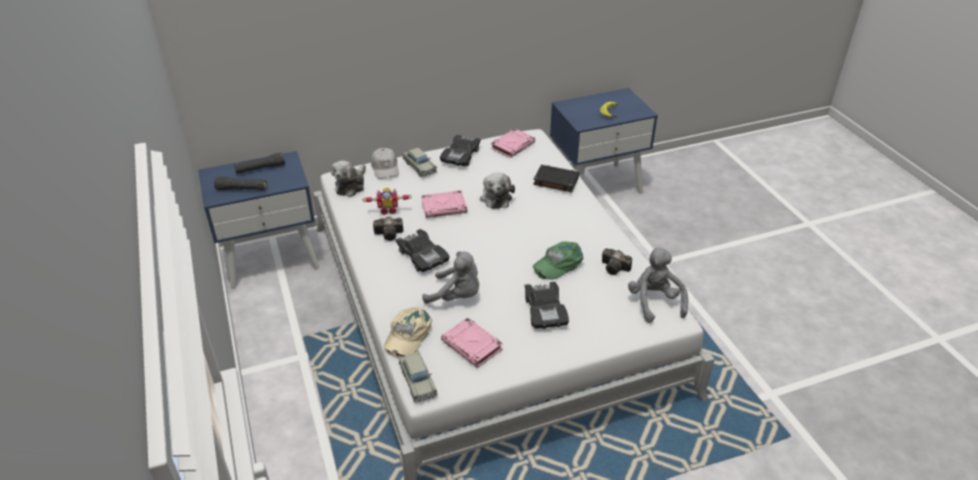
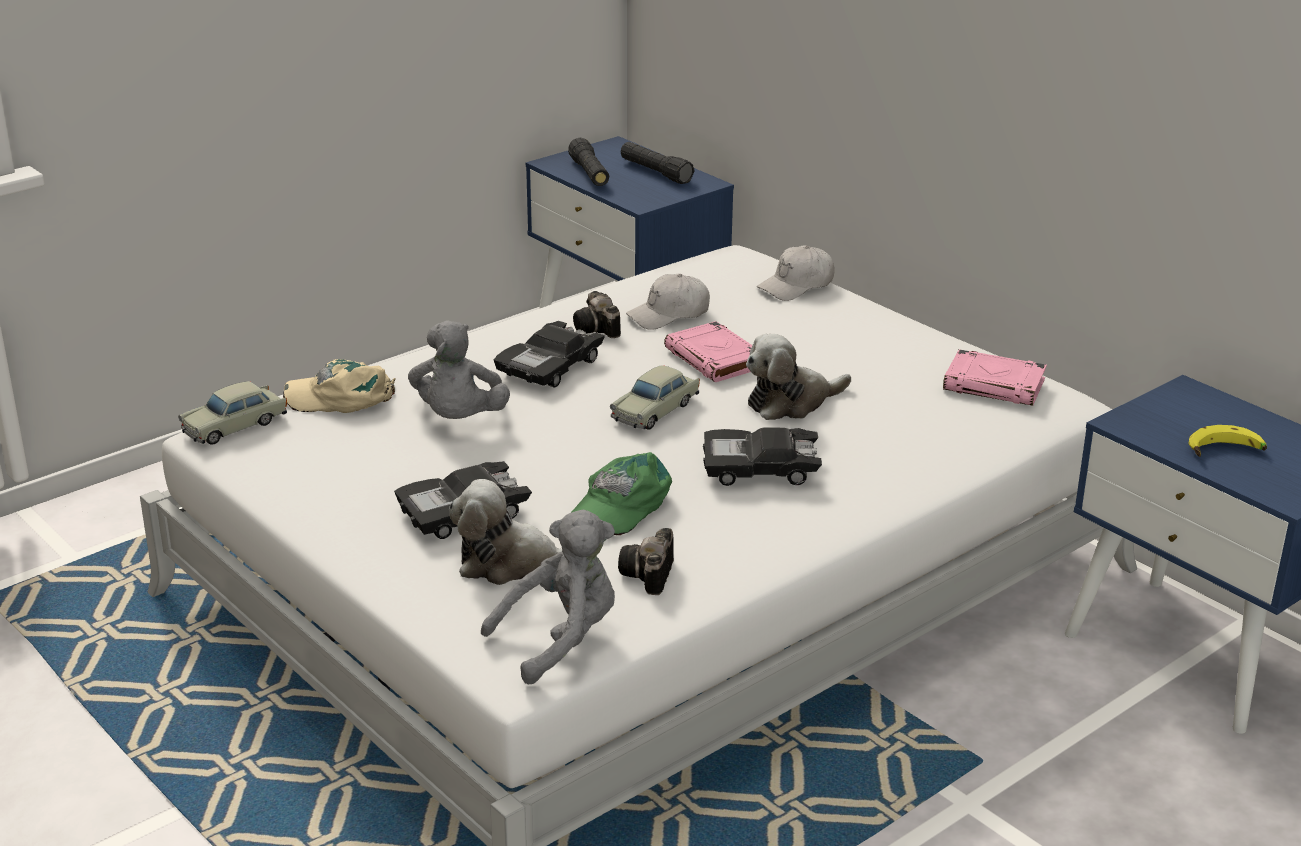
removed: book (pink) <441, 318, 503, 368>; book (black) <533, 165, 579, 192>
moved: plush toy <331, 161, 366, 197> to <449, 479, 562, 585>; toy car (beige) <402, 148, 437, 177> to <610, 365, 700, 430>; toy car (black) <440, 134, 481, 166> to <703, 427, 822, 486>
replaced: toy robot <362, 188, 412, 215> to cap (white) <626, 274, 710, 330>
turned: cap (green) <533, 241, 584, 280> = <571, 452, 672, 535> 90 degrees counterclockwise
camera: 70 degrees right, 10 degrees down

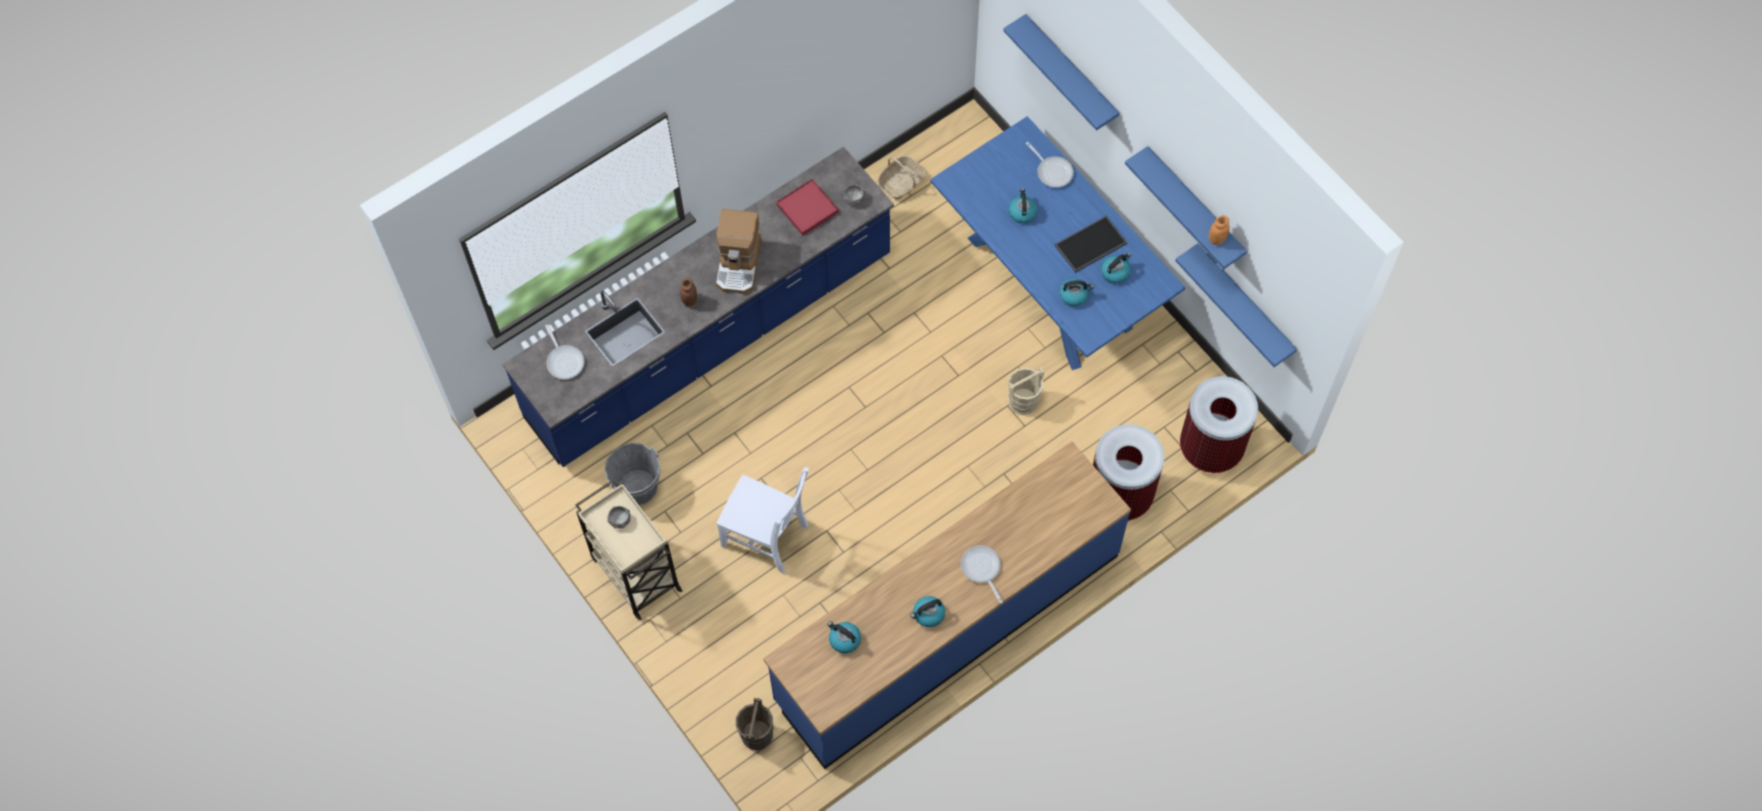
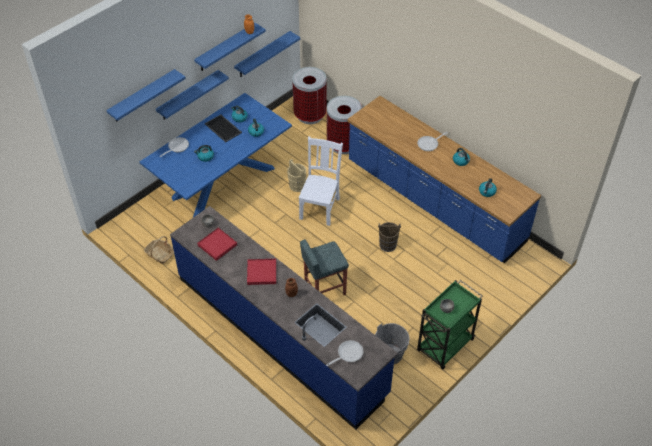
added: shelf (blue) <156, 70, 229, 120>; stool (grey) <300, 239, 349, 295>
moved: chair (white) <716, 467, 809, 573> to <299, 136, 343, 226>; bucket (brown) <736, 698, 773, 750> to <378, 222, 401, 252>
replaced: coffee machine <716, 209, 761, 294> to tray (red) <247, 259, 276, 285>
recoloured: cart (beige) <575, 479, 683, 620> to cart (green) <417, 280, 483, 369>
camera: 100 degrees left, 15 degrees down

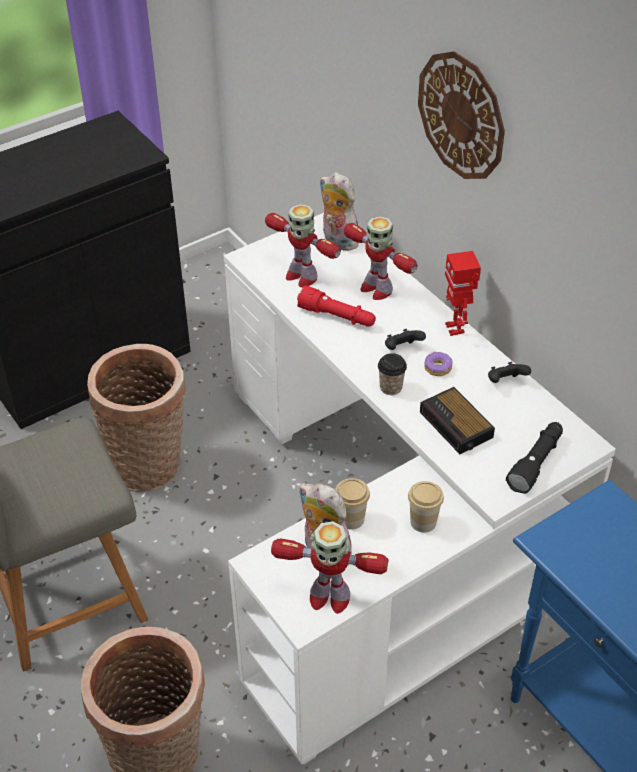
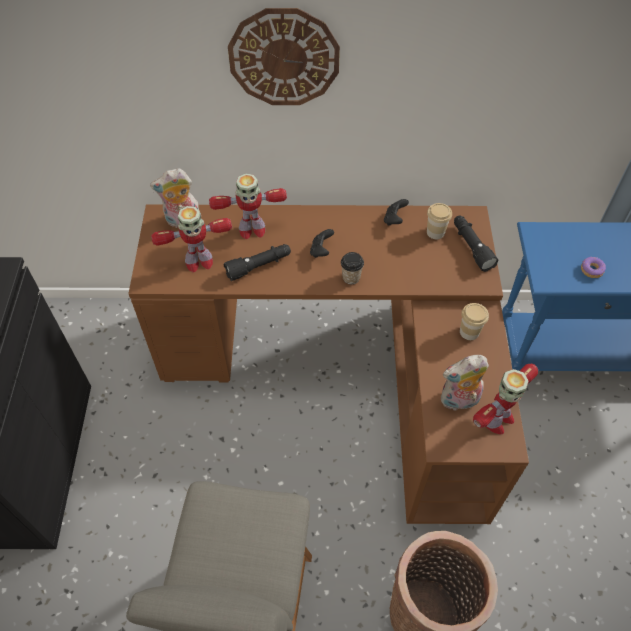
removed: basket <87, 344, 186, 492>; alarm clock <420, 387, 495, 454>; toy robot <445, 251, 481, 336>
moved: cup <335, 478, 370, 530> to <427, 203, 452, 239>; donut <424, 352, 453, 376> to <581, 257, 606, 278>
recoloured: desk (white) <223, 213, 616, 765> to desk (brown) <128, 204, 529, 524>; flashlight (red) <297, 285, 376, 327> to flashlight (black) <223, 244, 291, 281>
camera: 55 degrees left, 10 degrees up

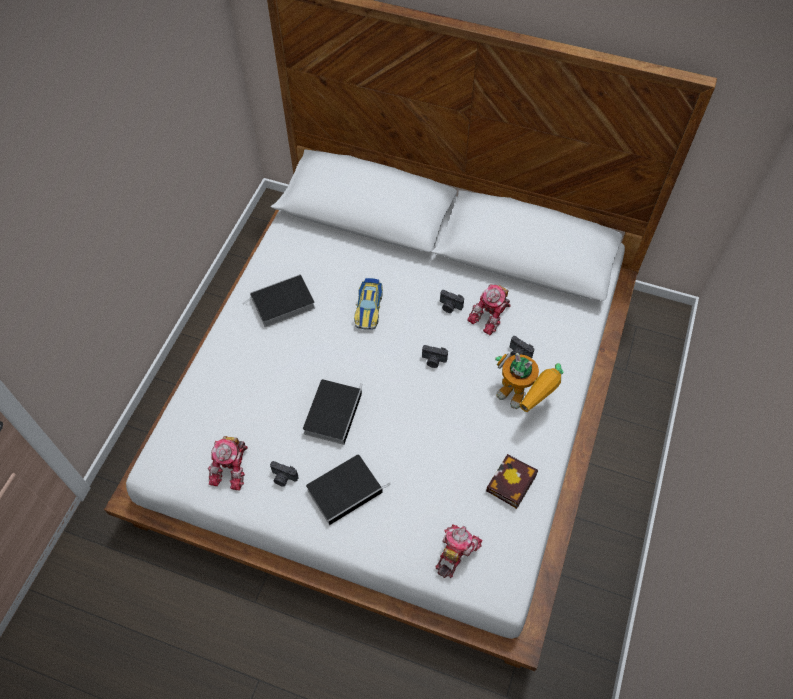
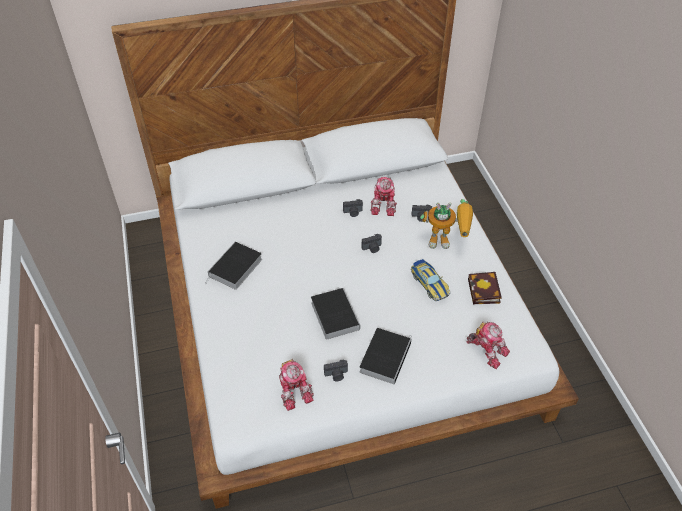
moved: toy car <354, 278, 383, 330> to <411, 259, 450, 301>
turned: toy robot <436, 525, 482, 578> = <467, 322, 510, 369> 135 degrees clockwise
camera: 35 degrees left, 10 degrees down

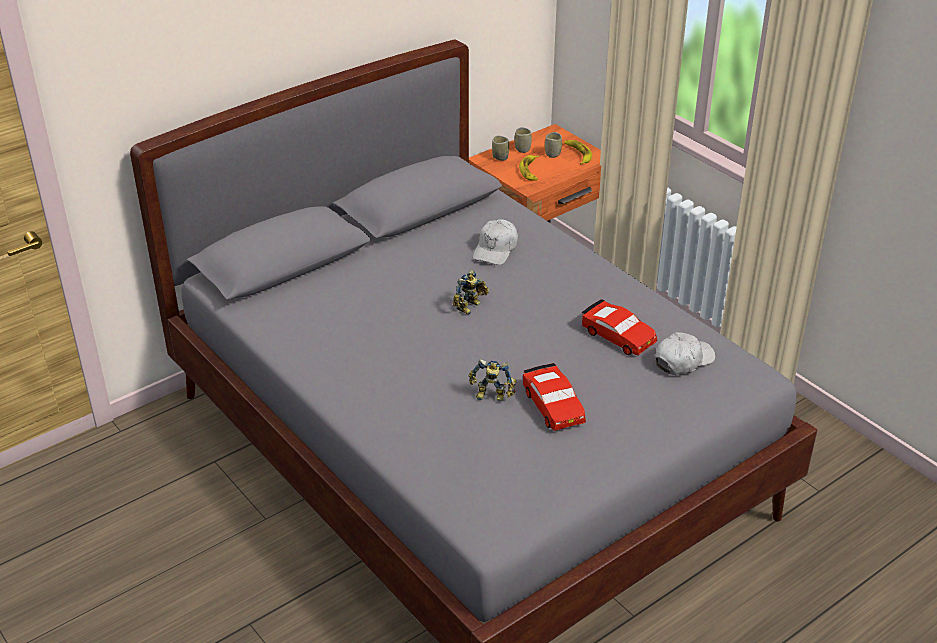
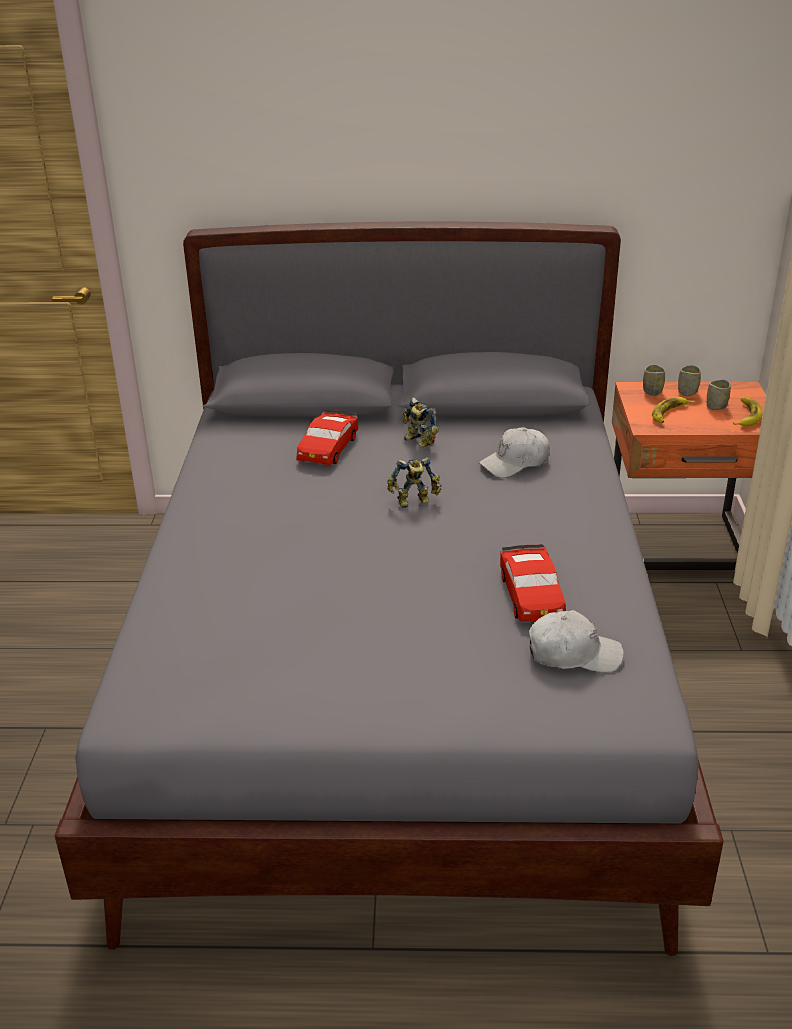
moved: toy robot <469, 359, 516, 401> to <403, 397, 439, 447>; toy car (red) <523, 363, 586, 431> to <296, 410, 358, 465>
camera: 40 degrees right, 5 degrees down

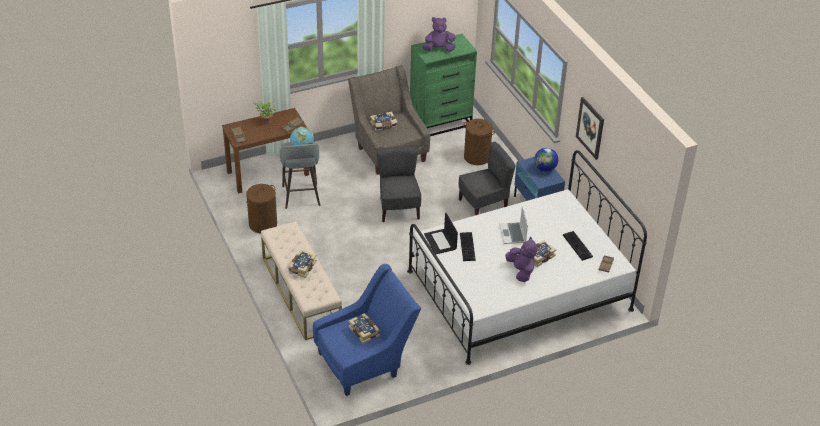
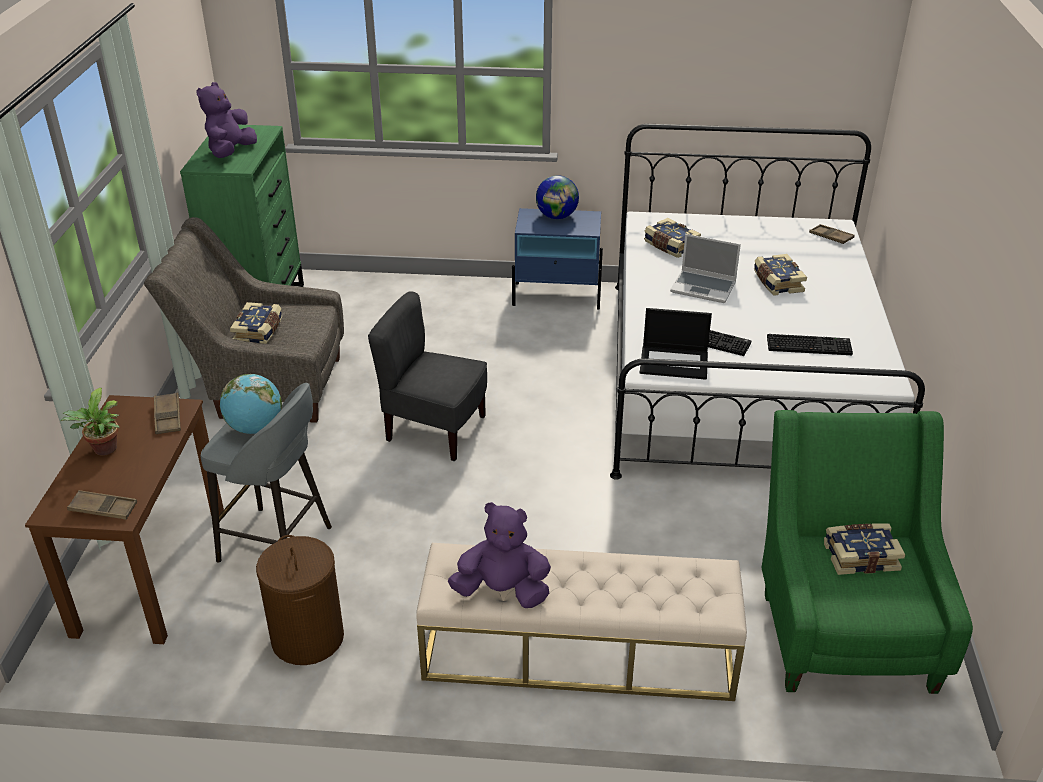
removed: chair (grey) <459, 142, 516, 215>; laundry basket (brown) <464, 119, 495, 165>; picture <576, 97, 604, 160>
moved: book <288, 250, 317, 278> to <644, 218, 701, 258>; plush toy (purple) <505, 237, 537, 282> to <448, 502, 551, 608>; keyboard <563, 231, 593, 261> to <767, 334, 853, 355>
recoloured: armchair (blue) <313, 264, 421, 396> to armchair (green) <762, 410, 973, 694>
camera: 60 degrees left, 5 degrees down

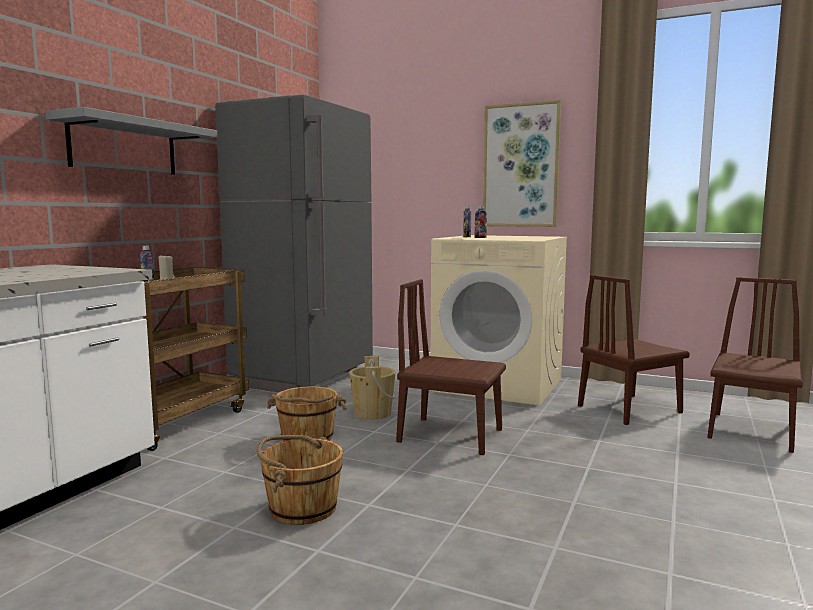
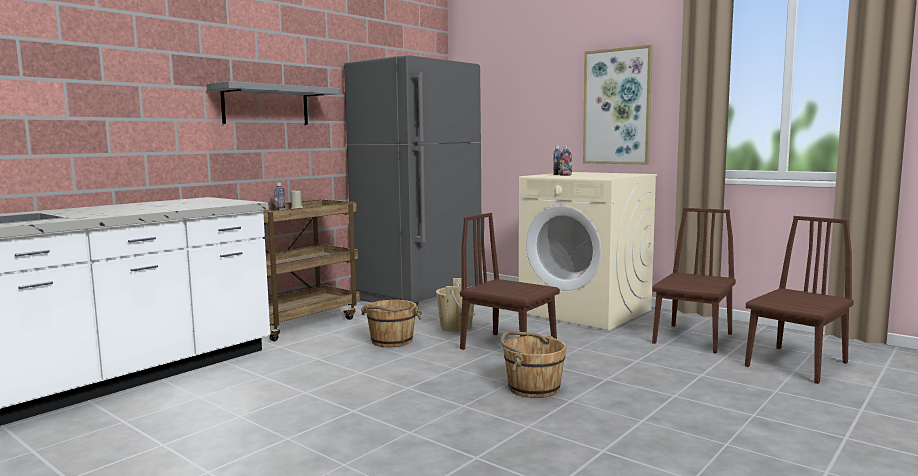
moved: bucket (brown) <257, 435, 343, 525> to <500, 331, 566, 398>
turned: chair (brown) <578, 275, 690, 425> = <652, 208, 736, 353> 135 degrees clockwise
camera: 15 degrees right, 0 degrees up

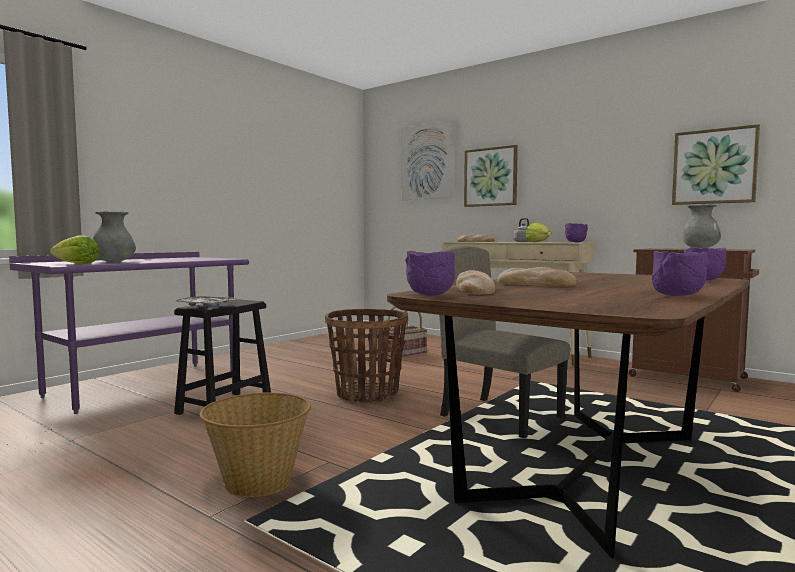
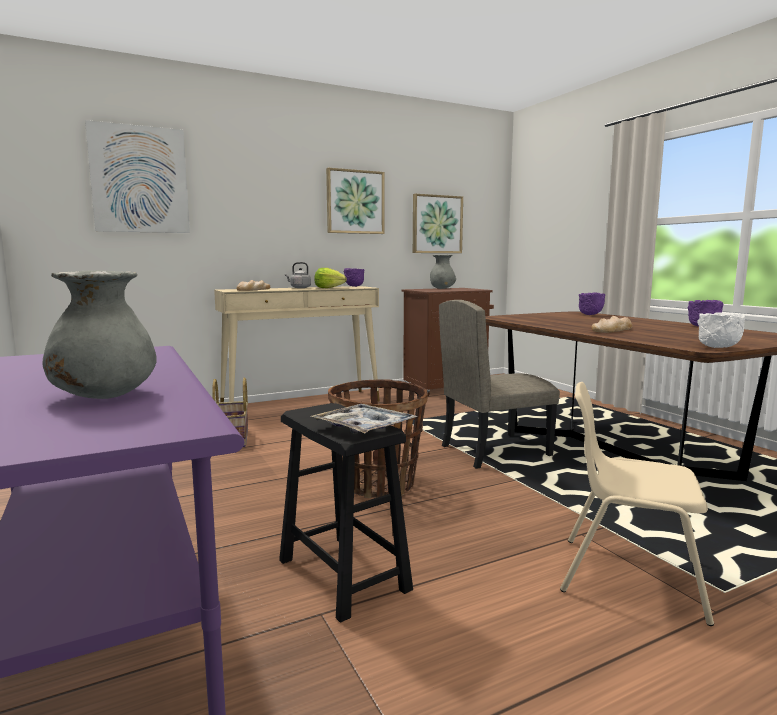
removed: lettuce <50, 236, 99, 264>; bread <456, 270, 495, 295>
moved: picture <464, 145, 518, 207> to <326, 168, 385, 234>
replaced: basket <200, 393, 311, 497> to chair (beige) <560, 382, 714, 626>
recoloured: bowl (purple) <405, 251, 455, 296> to bowl (white) <697, 312, 745, 348>
camera: 65 degrees left, 5 degrees up

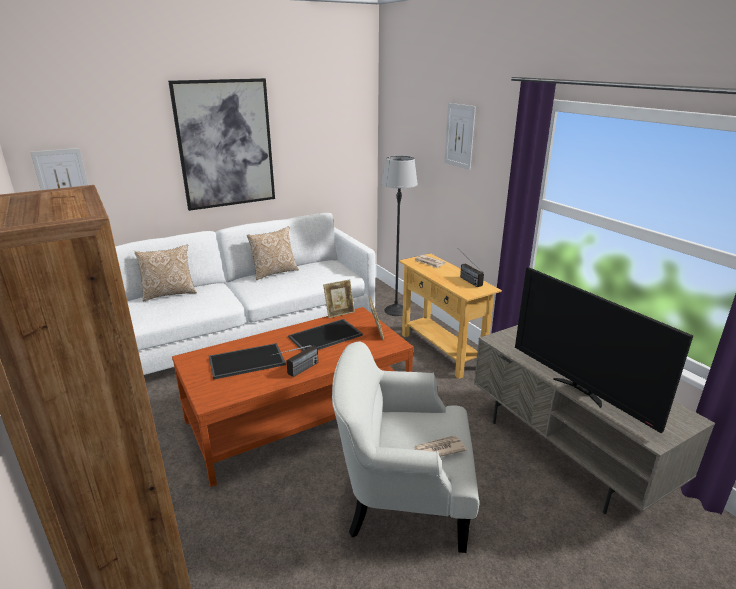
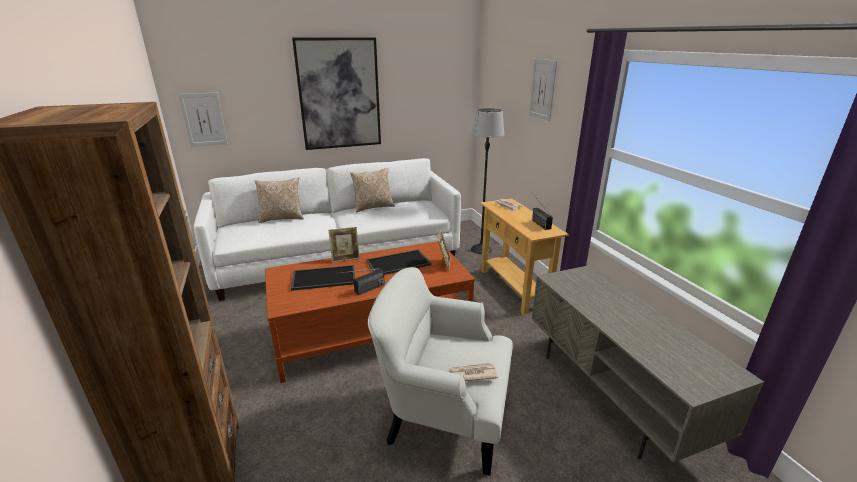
removed: television <515, 267, 693, 433>
moved: picture frame <323, 279, 355, 318> to <329, 227, 360, 262>
camera: 10 degrees right, 0 degrees up

